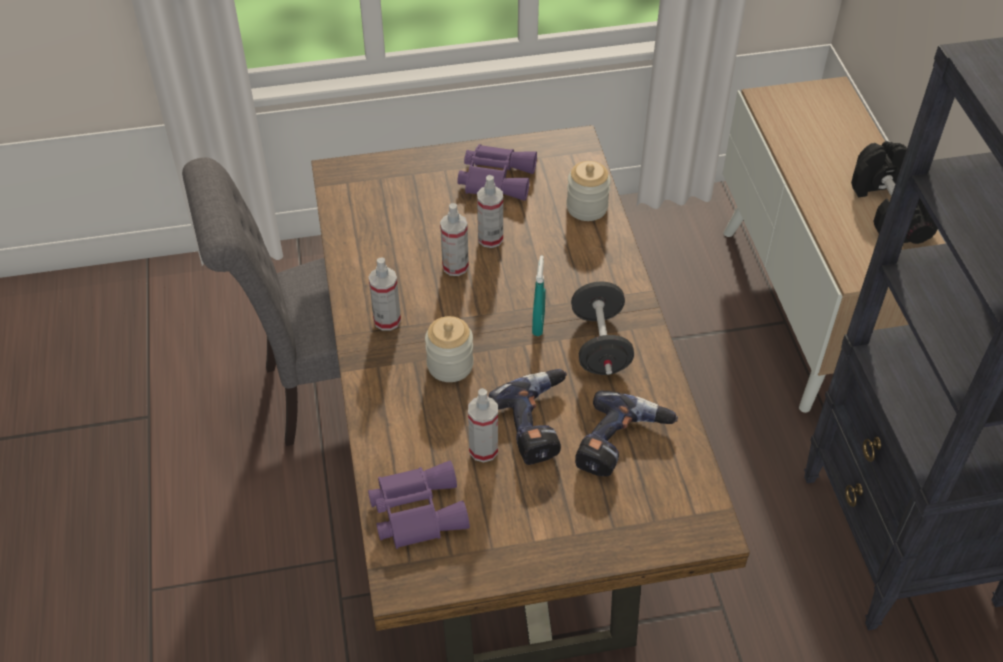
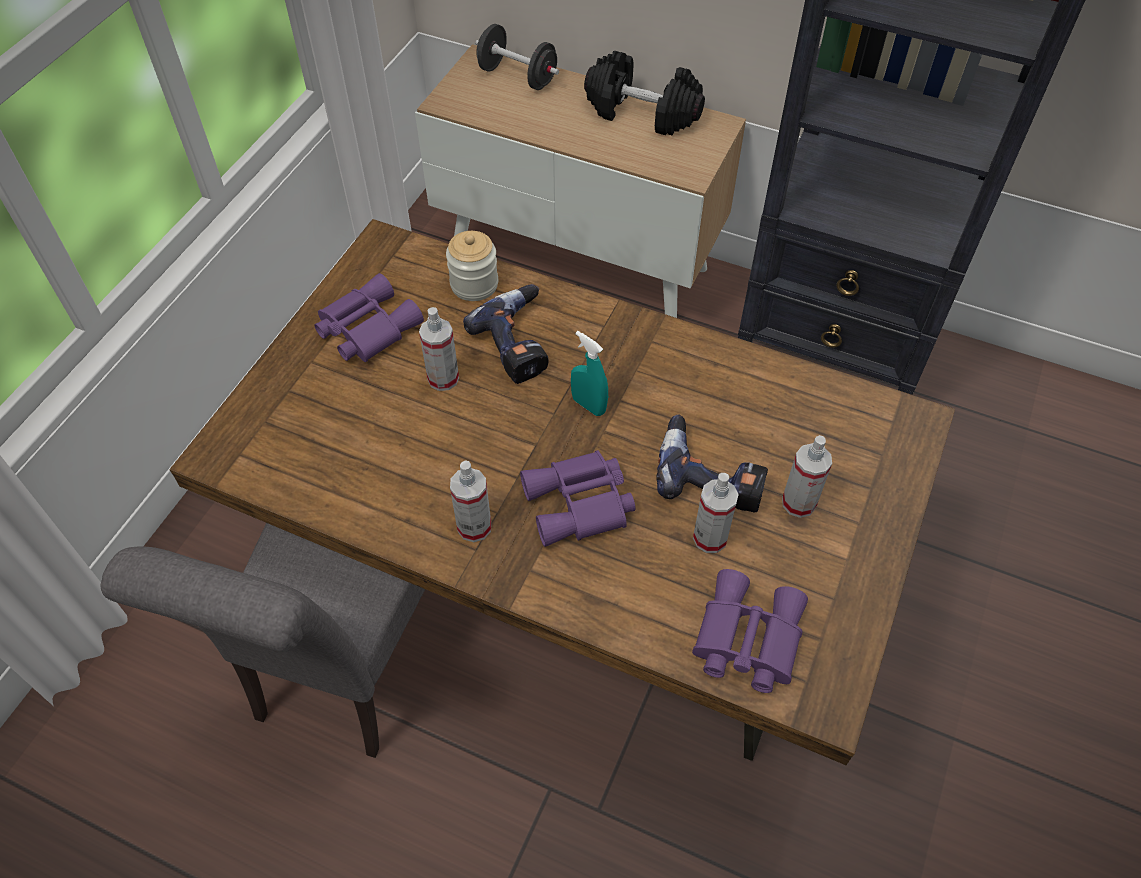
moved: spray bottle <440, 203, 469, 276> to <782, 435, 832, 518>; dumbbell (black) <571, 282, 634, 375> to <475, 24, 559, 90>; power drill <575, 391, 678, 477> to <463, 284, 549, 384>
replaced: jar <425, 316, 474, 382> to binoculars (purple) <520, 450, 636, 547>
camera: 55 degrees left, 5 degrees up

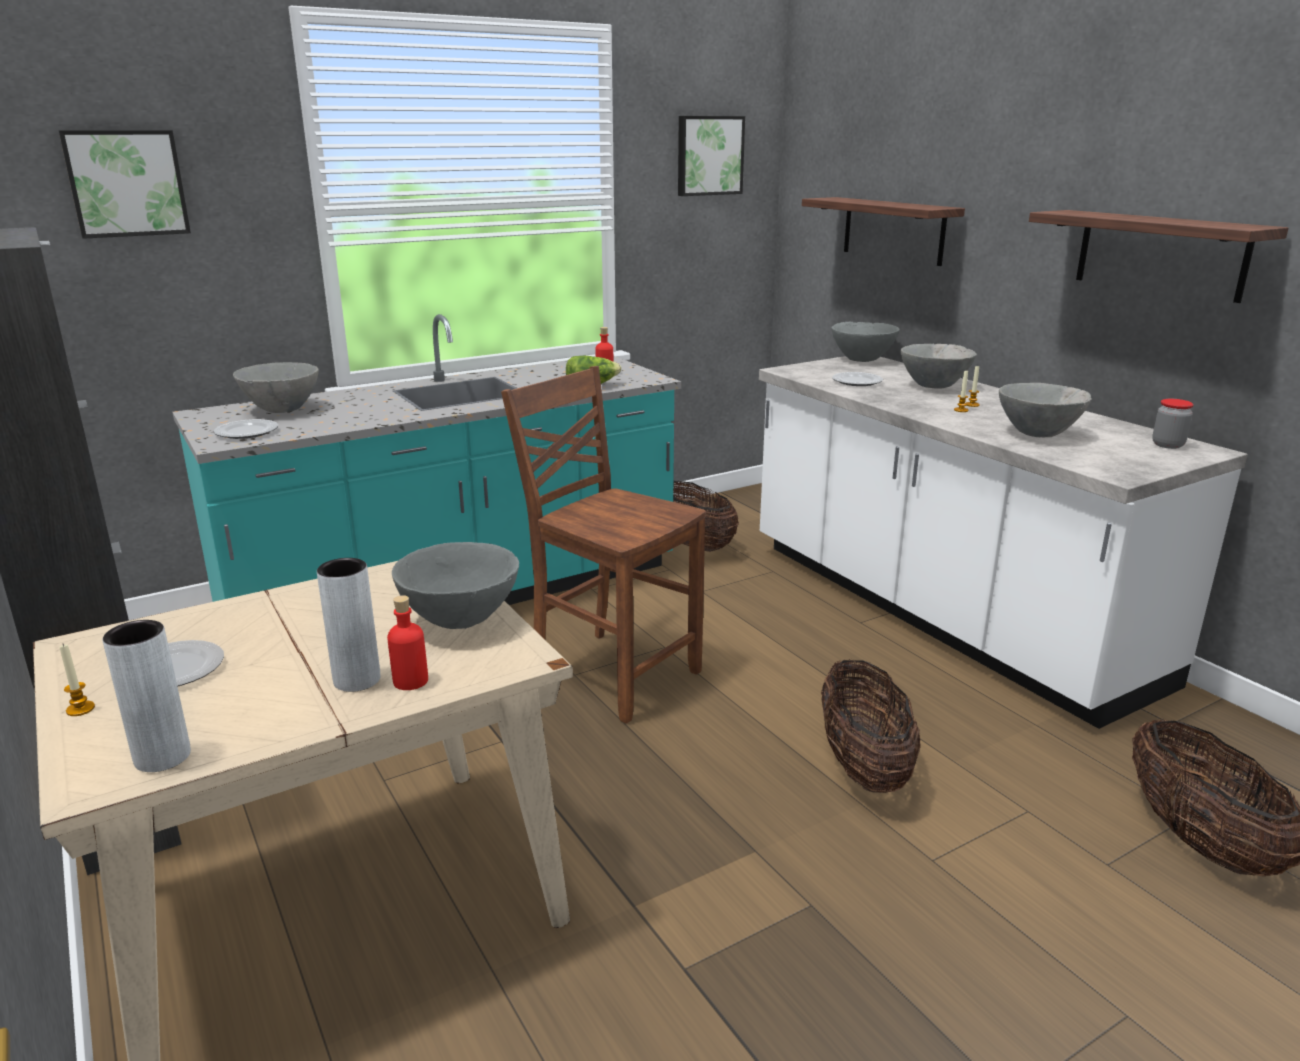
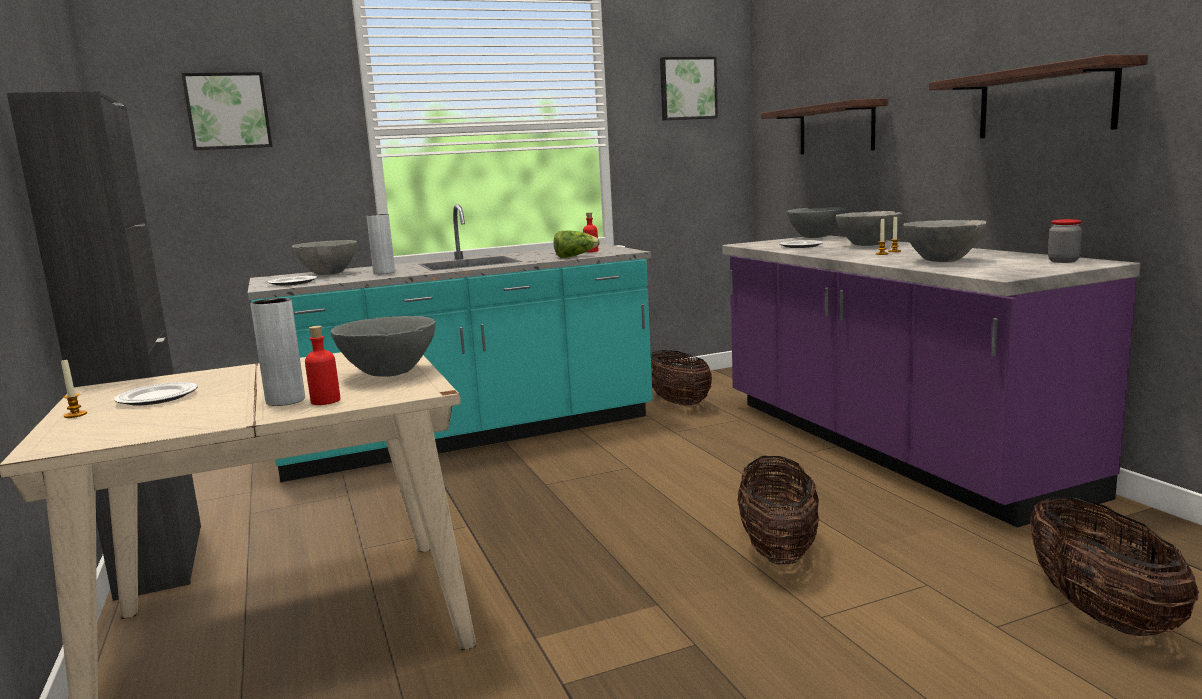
removed: chair (brown) <501, 366, 706, 723>
moved: vase (grey) <102, 620, 191, 772> to <366, 214, 395, 274>
recoloured: counter (white) <759, 356, 1248, 729> to counter (purple) <722, 235, 1141, 528>
camera: 10 degrees right, 10 degrees down

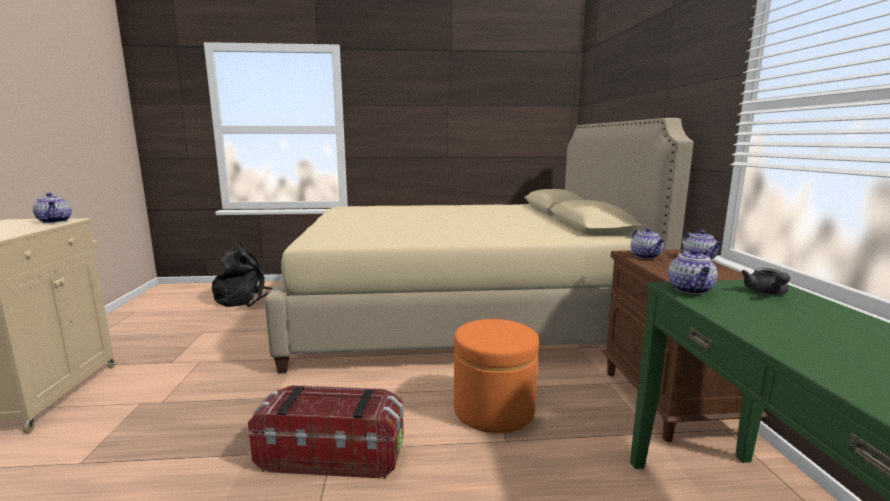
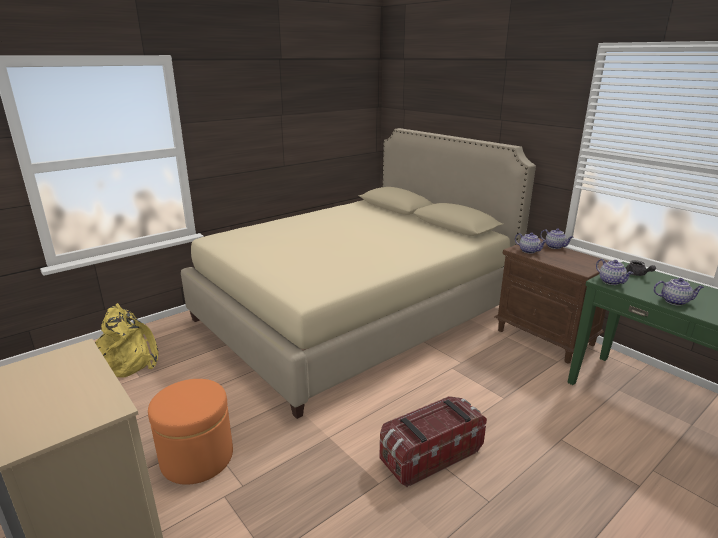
moved: teapot <33, 193, 72, 223> to <653, 278, 704, 306>; ottoman (orange) <454, 319, 539, 433> to <148, 379, 233, 485>
recoloured: backpack (black) <211, 242, 273, 307> to backpack (yellow) <95, 303, 158, 377>
camera: 35 degrees left, 10 degrees up

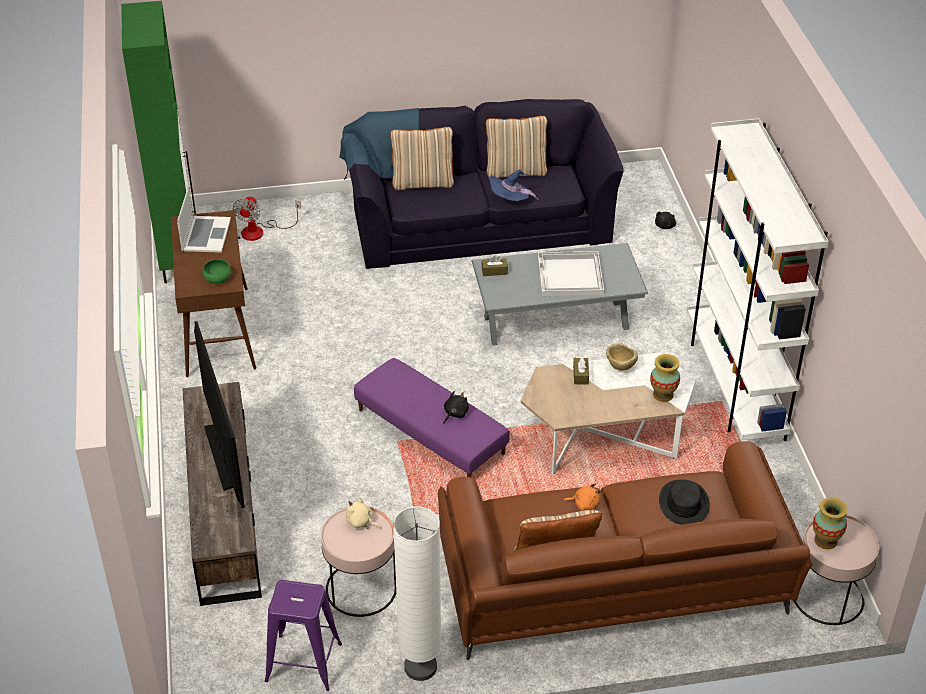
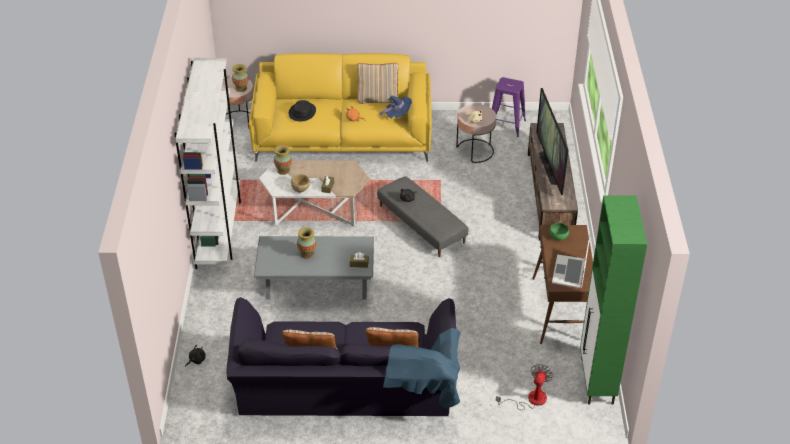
removed: floor lamp (white) <393, 506, 442, 681>
moved: hat (blue) <489, 169, 538, 201> to <379, 96, 412, 119>
replaced: tray (white) <538, 251, 604, 296> to vase <297, 227, 316, 259>
recoloured: ottoman (purple) <354, 358, 510, 477> to ottoman (grey) <377, 176, 469, 257>; sofa (brown) <438, 441, 812, 660> to sofa (yellow) <249, 53, 432, 162>
camera: 170 degrees left, 0 degrees up

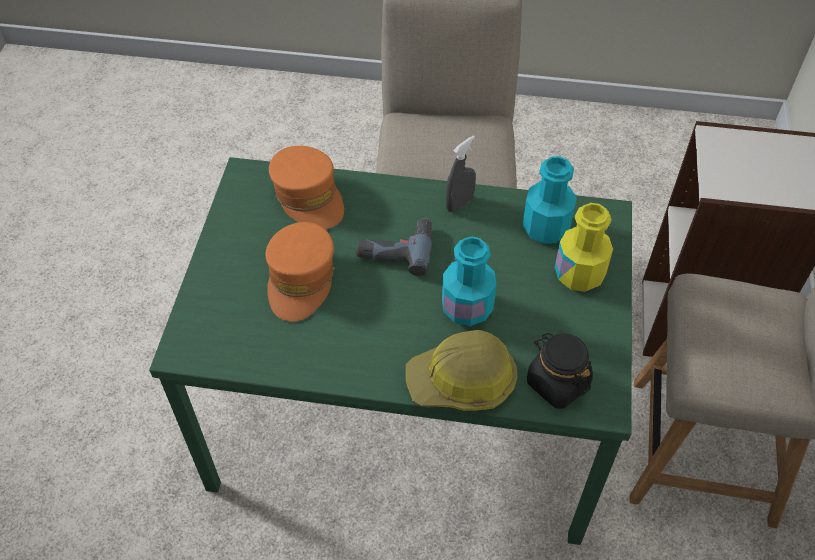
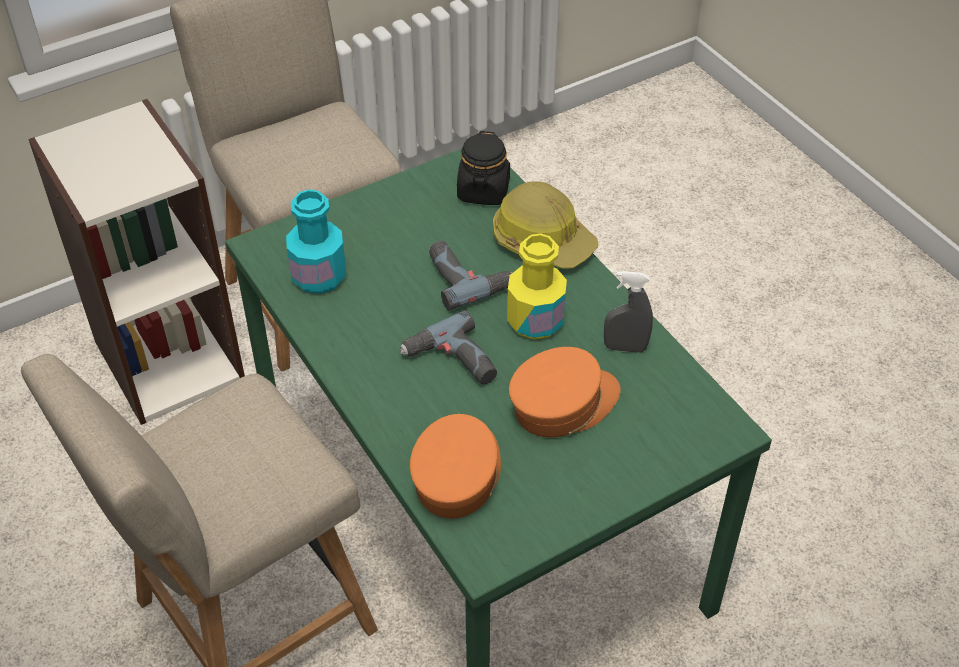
moved: spray bottle (grey) <445, 135, 476, 212> to <604, 271, 653, 353>; bottle (yellow) <555, 203, 613, 292> to <507, 233, 567, 340>
replaced: bottle (turquoise) <442, 236, 497, 326> to power drill <429, 241, 512, 310>
camera: 130 degrees left, 5 degrees down

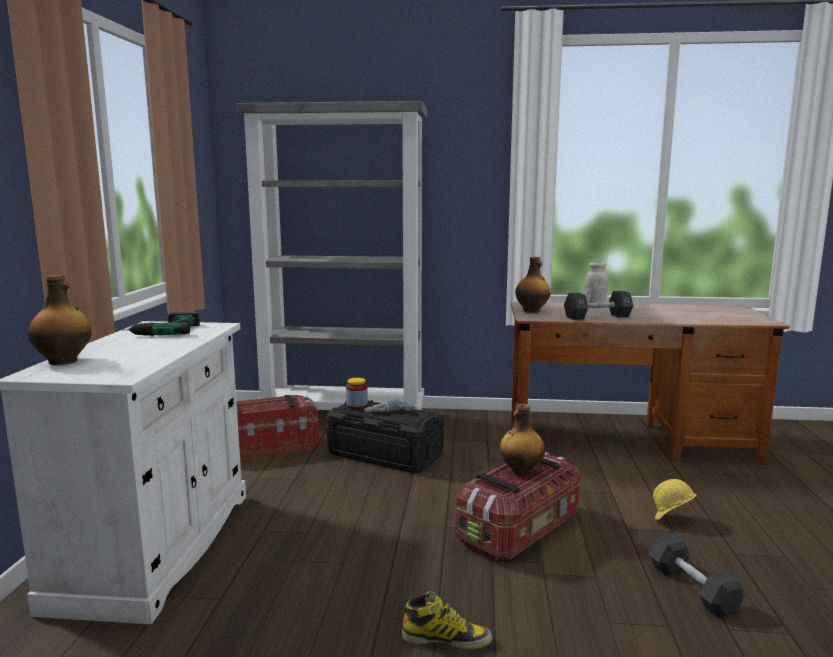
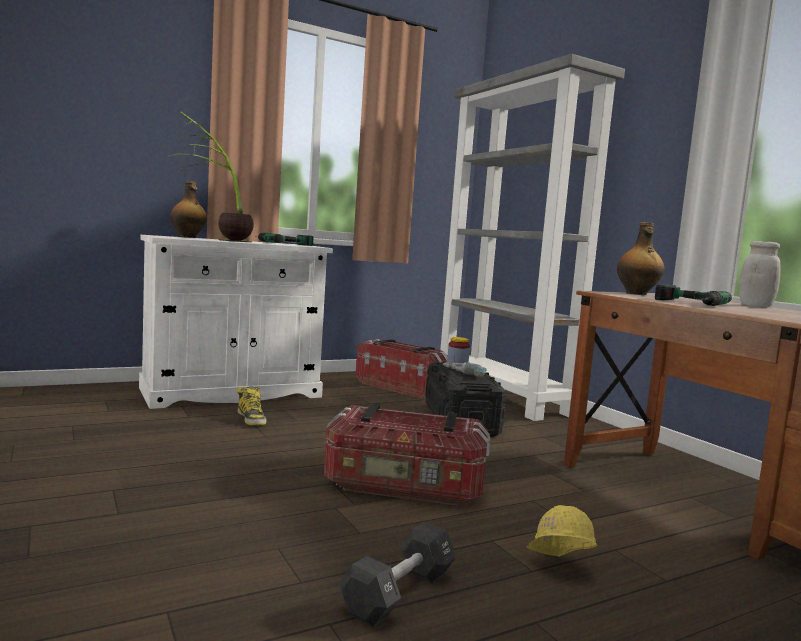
removed: bottle <500, 404, 545, 476>
added: potted plant <170, 111, 254, 242>
moved: boot <402, 591, 492, 650> to <237, 386, 266, 425>
replaced: dumbbell (black) <564, 291, 633, 320> to power drill <655, 285, 732, 306>
camera: 55 degrees right, 5 degrees down

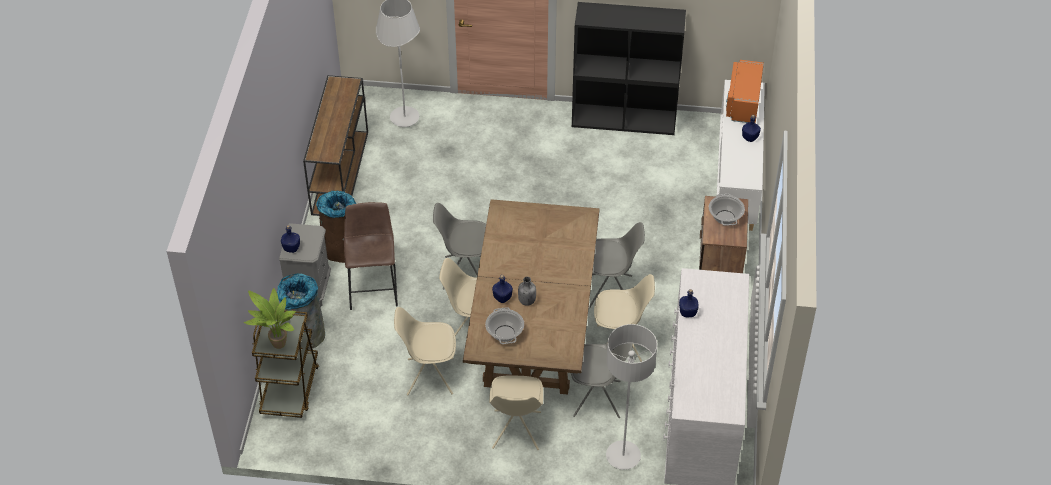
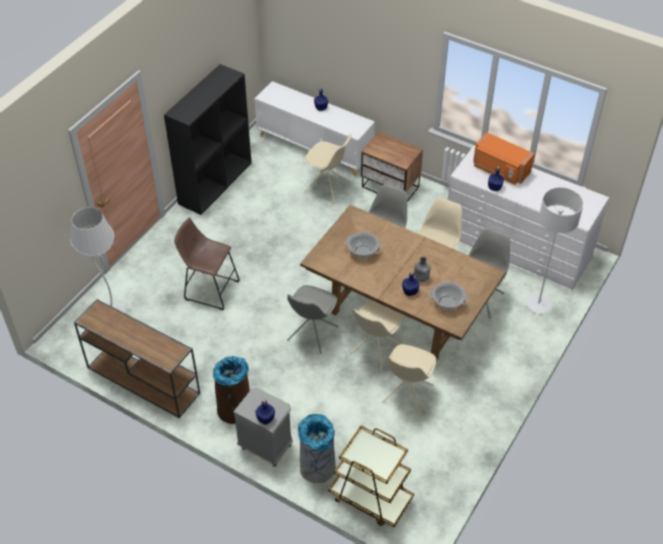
removed: potted plant <244, 288, 296, 349>
moved: stool (brown) <344, 202, 398, 310> to <174, 218, 239, 310>; chair (beige) <489, 375, 543, 450> to <304, 134, 352, 202>; cooking pot <709, 194, 745, 226> to <344, 232, 382, 258>; microwave (orange) <726, 60, 764, 123> to <473, 132, 535, 185>
camera: 65 degrees left, 0 degrees up

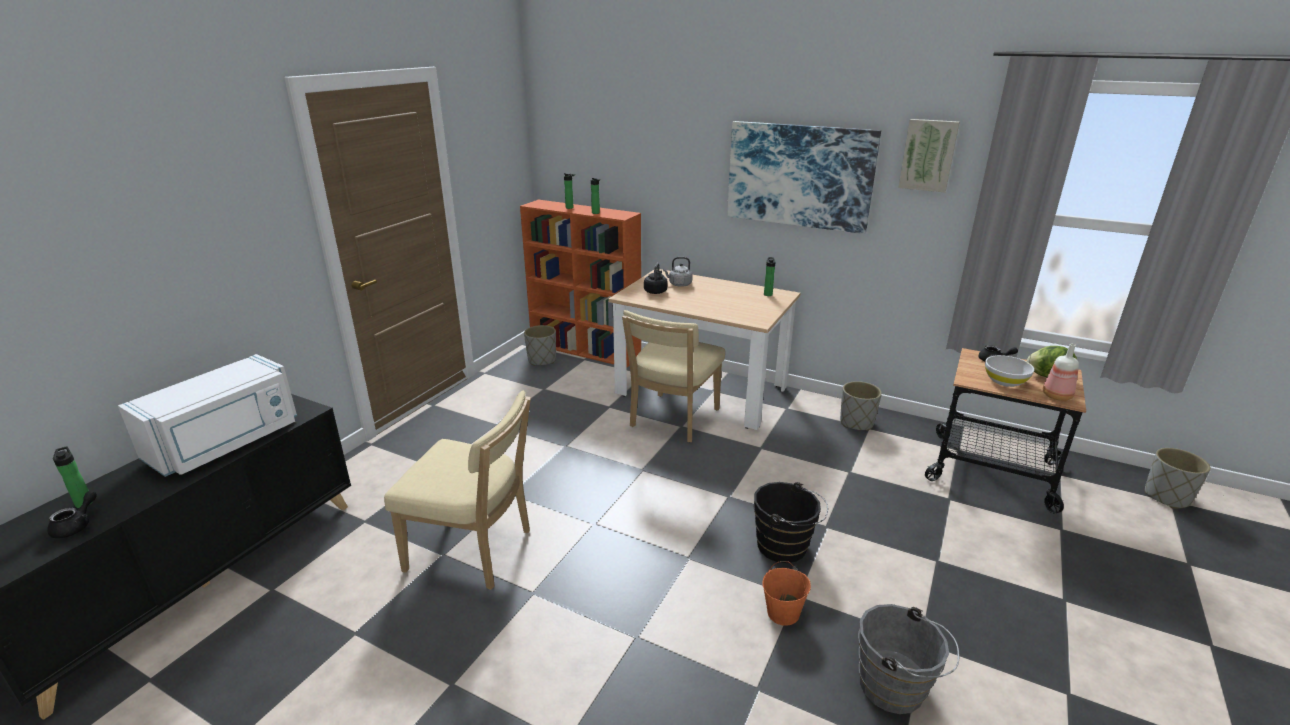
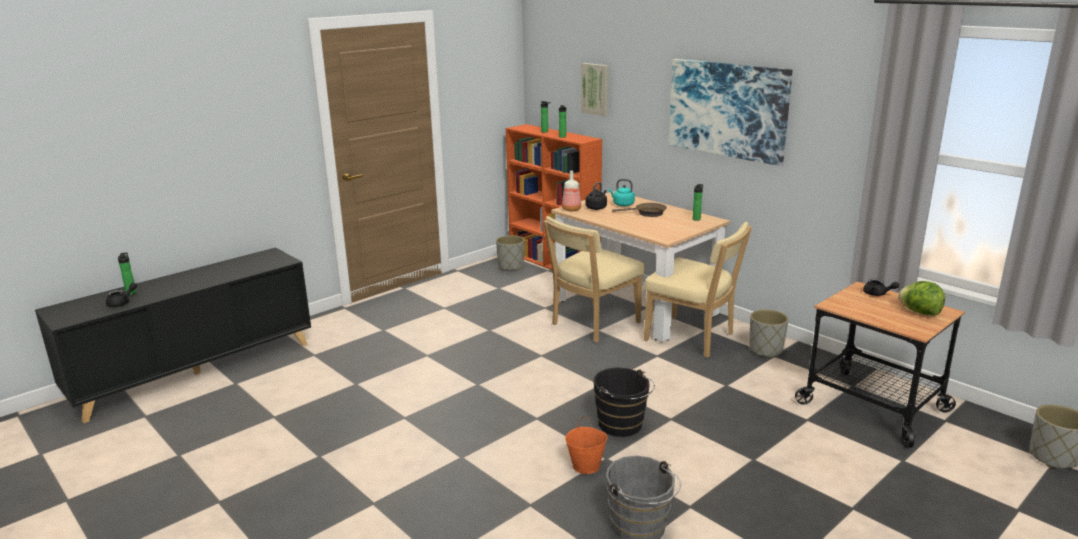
removed: microwave (white) <118, 354, 297, 477>; bowl (white) <985, 355, 1034, 387>
added: frying pan (brown) <612, 203, 667, 217>
moved: chair (beige) <384, 391, 531, 590> to <644, 222, 752, 357>; picture <898, 119, 960, 192> to <581, 63, 609, 116>; bottle <1043, 344, 1079, 401> to <562, 171, 581, 211>
recoloured: kettle (grey) <663, 257, 693, 287> to kettle (turquoise) <609, 179, 635, 206>
camera: 20 degrees right, 5 degrees down

